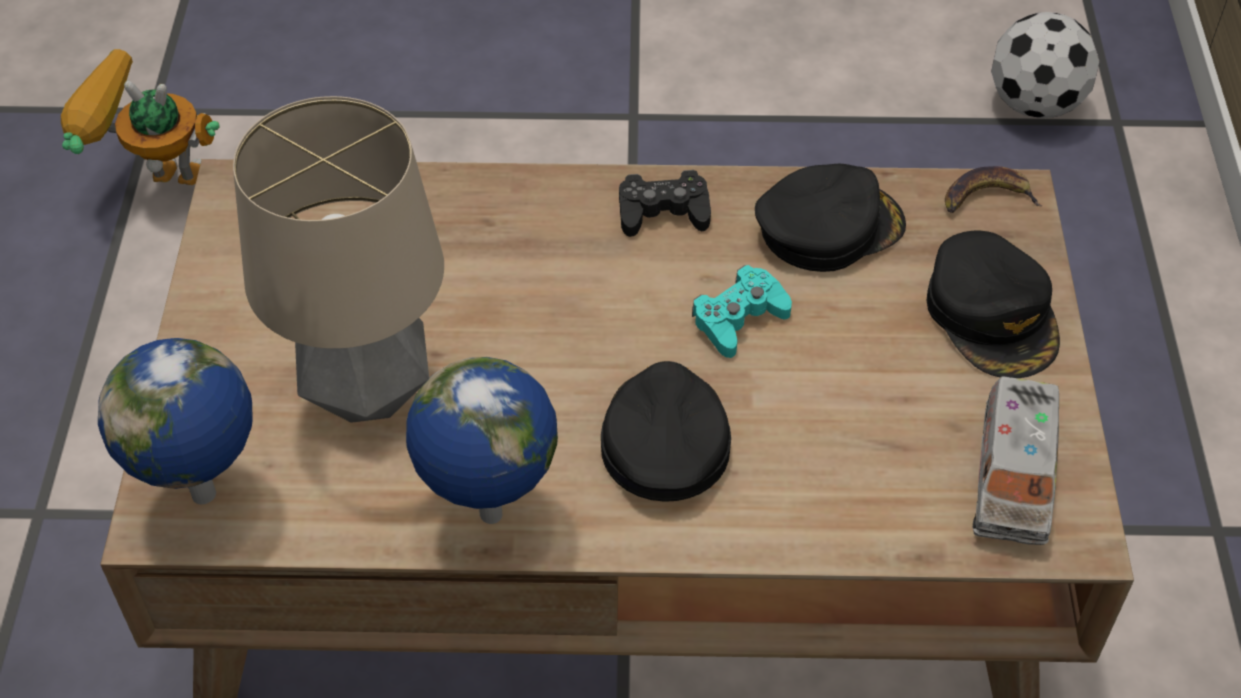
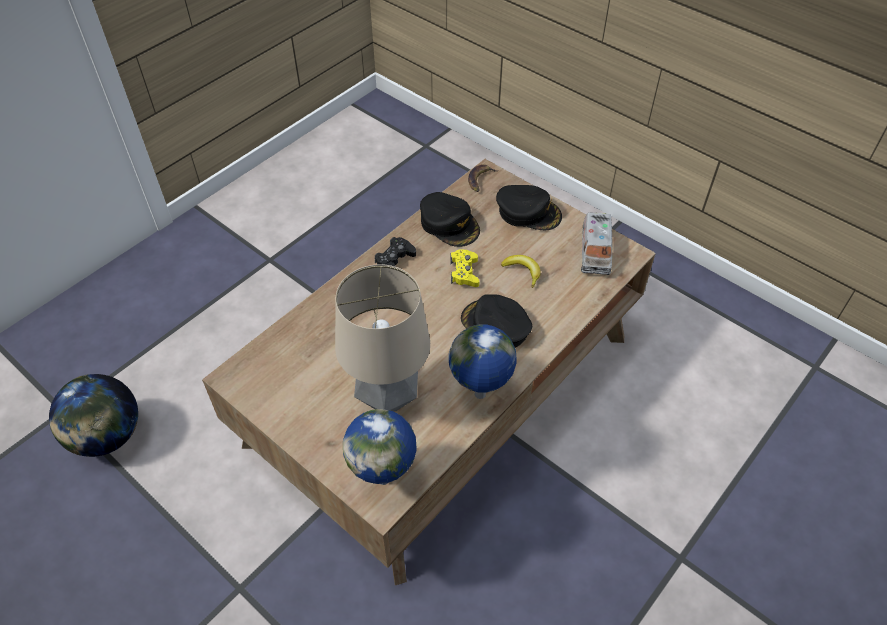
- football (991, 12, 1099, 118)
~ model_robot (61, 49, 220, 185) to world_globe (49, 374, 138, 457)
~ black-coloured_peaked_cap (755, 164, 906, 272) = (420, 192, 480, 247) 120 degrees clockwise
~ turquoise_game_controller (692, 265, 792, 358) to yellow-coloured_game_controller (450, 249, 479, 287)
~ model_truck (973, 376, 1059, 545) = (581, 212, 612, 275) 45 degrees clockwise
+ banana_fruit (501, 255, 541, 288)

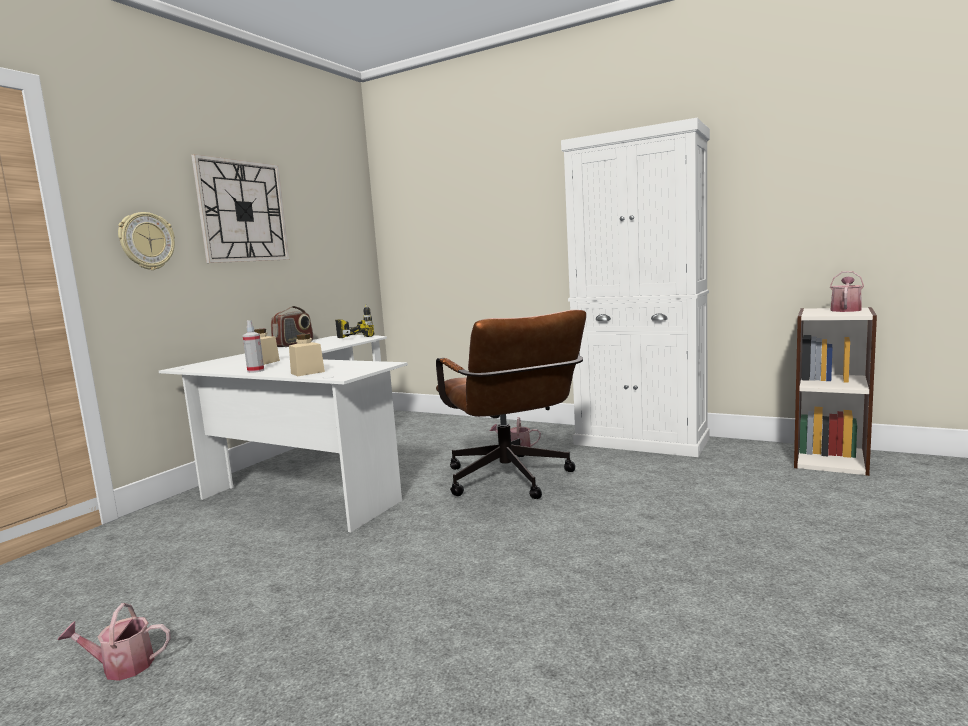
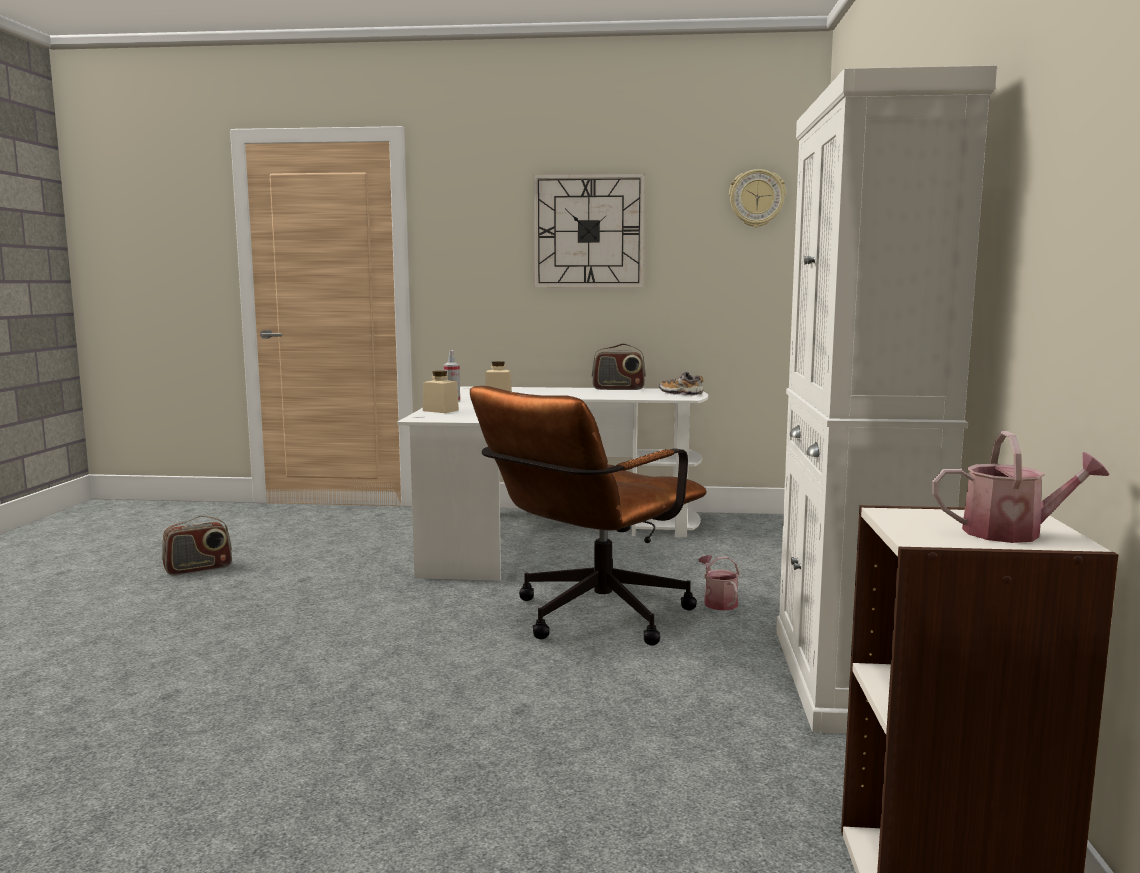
~ wall_clock (118, 212, 175, 270) to (729, 169, 786, 227)
~ electric_drill (335, 304, 374, 338) to low_shoe (659, 371, 704, 396)
~ sprinkling_can (58, 603, 171, 681) to radio (162, 516, 232, 575)

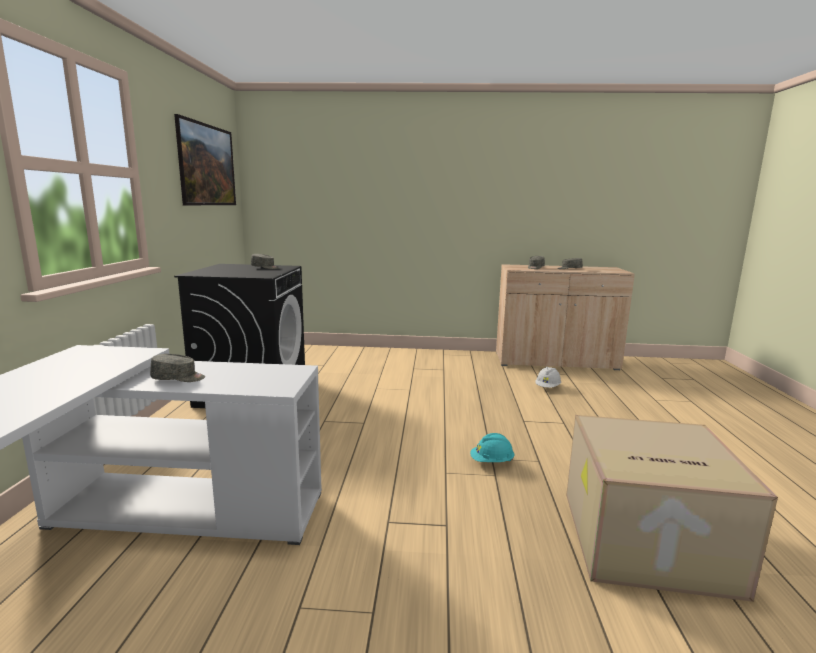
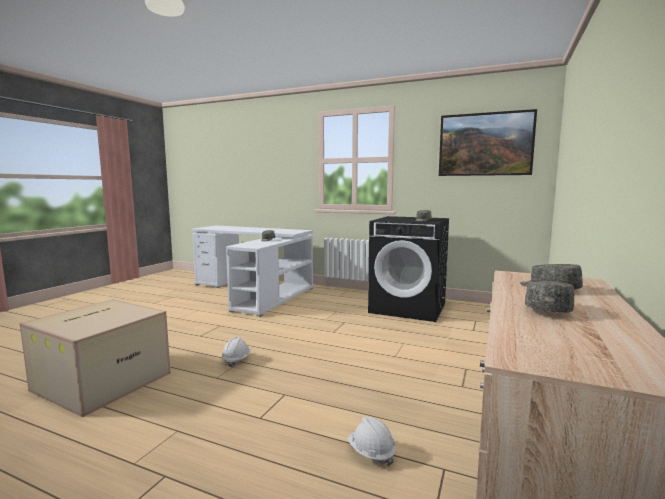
~ turquoise_hard_hat (470, 433, 515, 462) to white-coloured_hard_hat (222, 337, 251, 367)

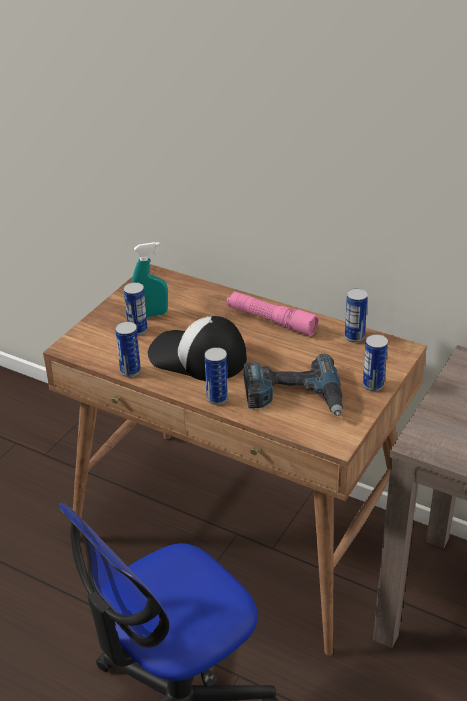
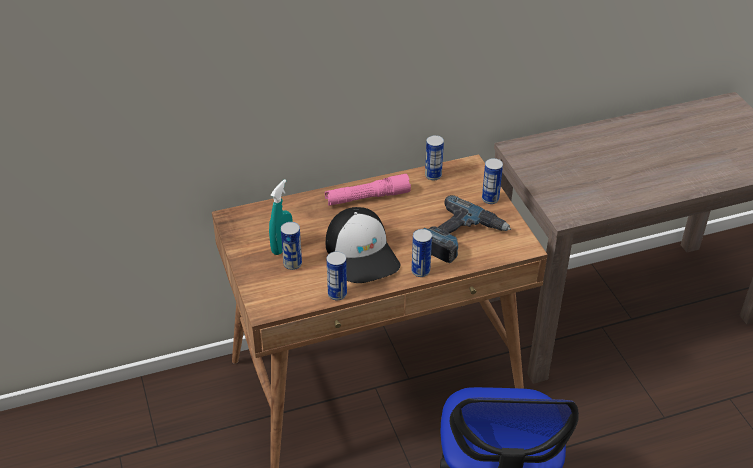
~ peaked_cap (148, 316, 247, 381) = (326, 207, 401, 283) 90 degrees counterclockwise

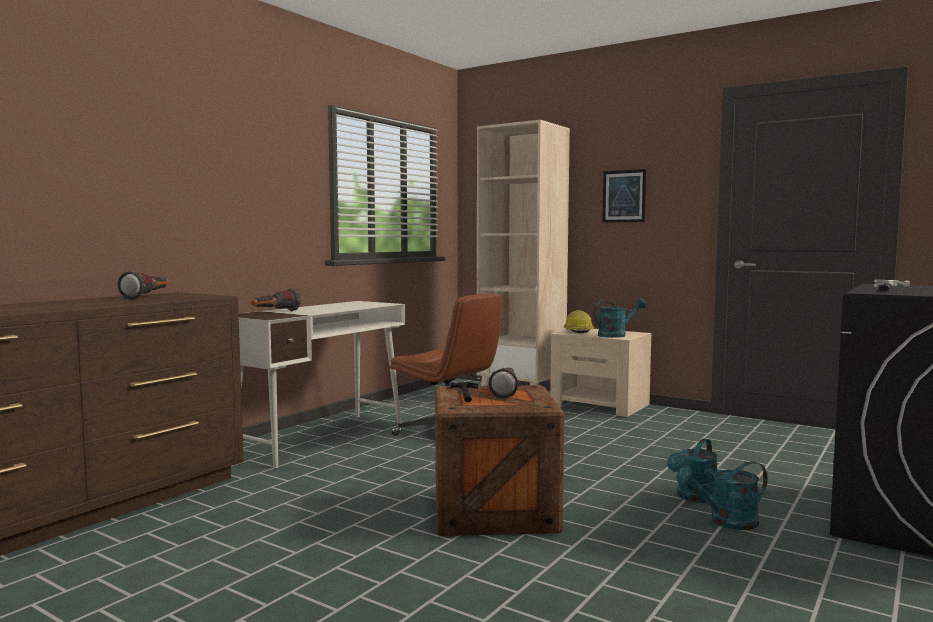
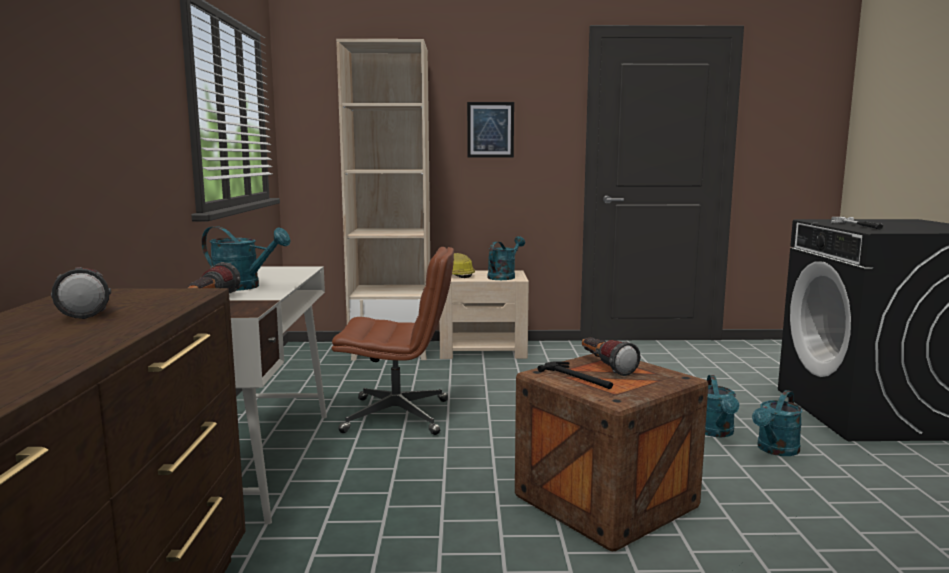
+ turquoise_sprinkling_can (202, 226, 291, 291)

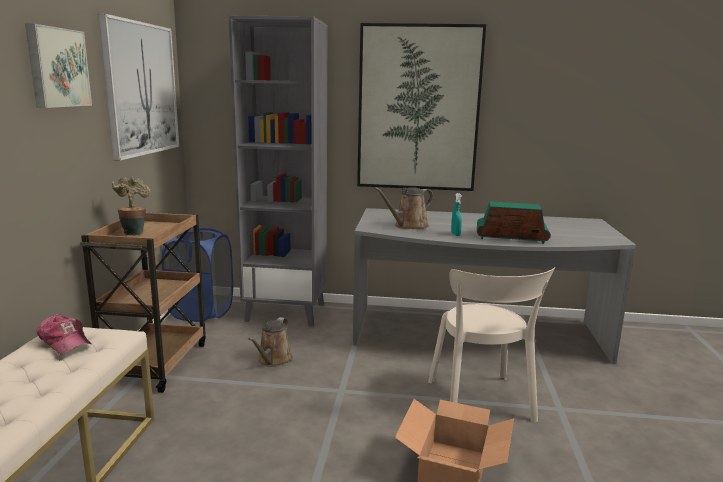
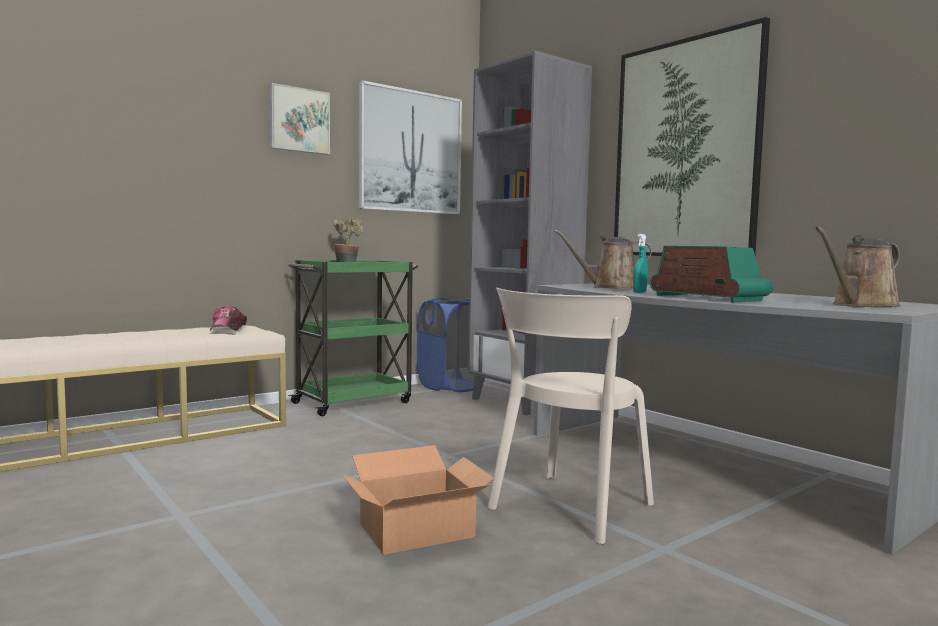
~ brown-coloured_wheeled_cart (80, 213, 206, 393) to green-coloured_wheeled_cart (288, 260, 418, 416)
~ brown-coloured_sprinkling_can (248, 317, 293, 367) to (815, 227, 901, 307)

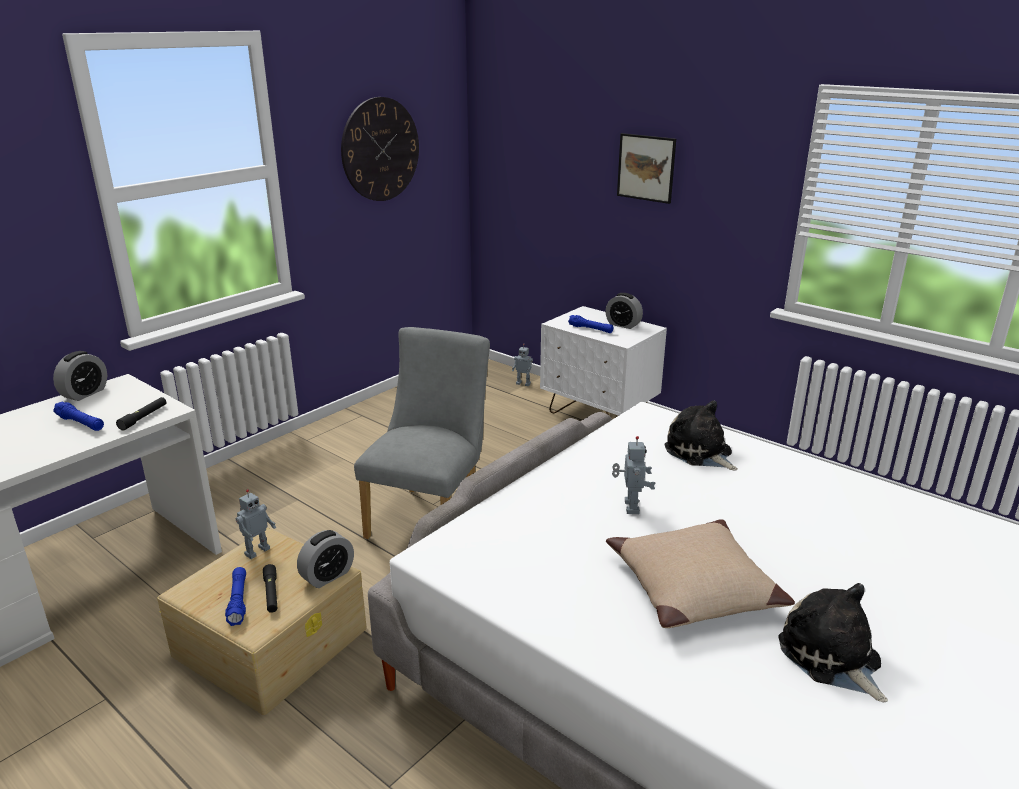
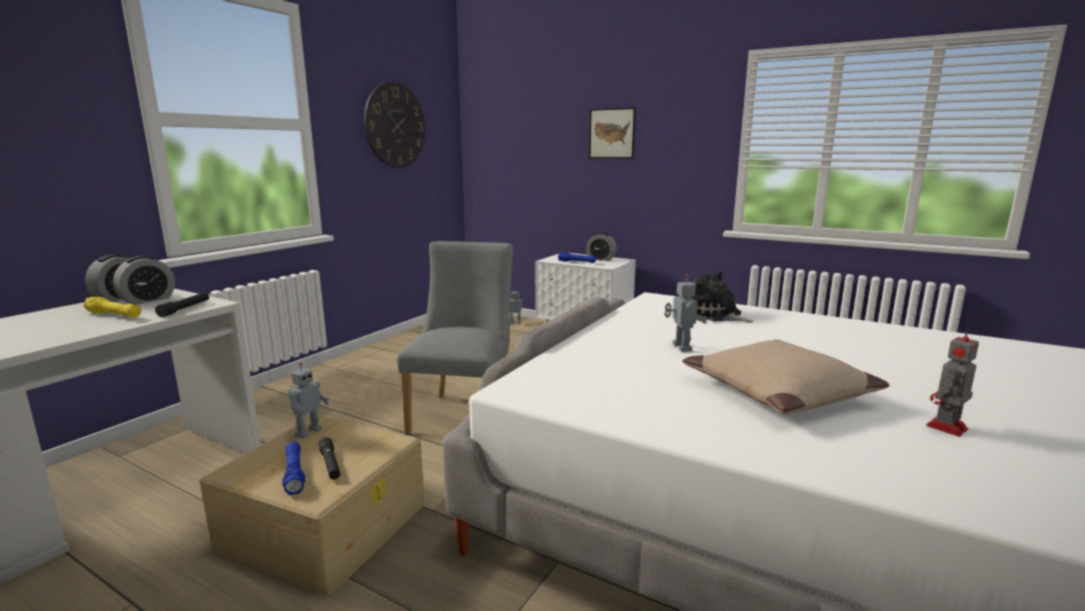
~ blue_torch (53, 402, 104, 431) to yellow-coloured_torch (83, 296, 141, 318)
~ table_clock (297, 530, 354, 588) to (113, 256, 175, 305)
~ cuddly_toy (778, 583, 888, 702) to model_robot (926, 327, 979, 437)

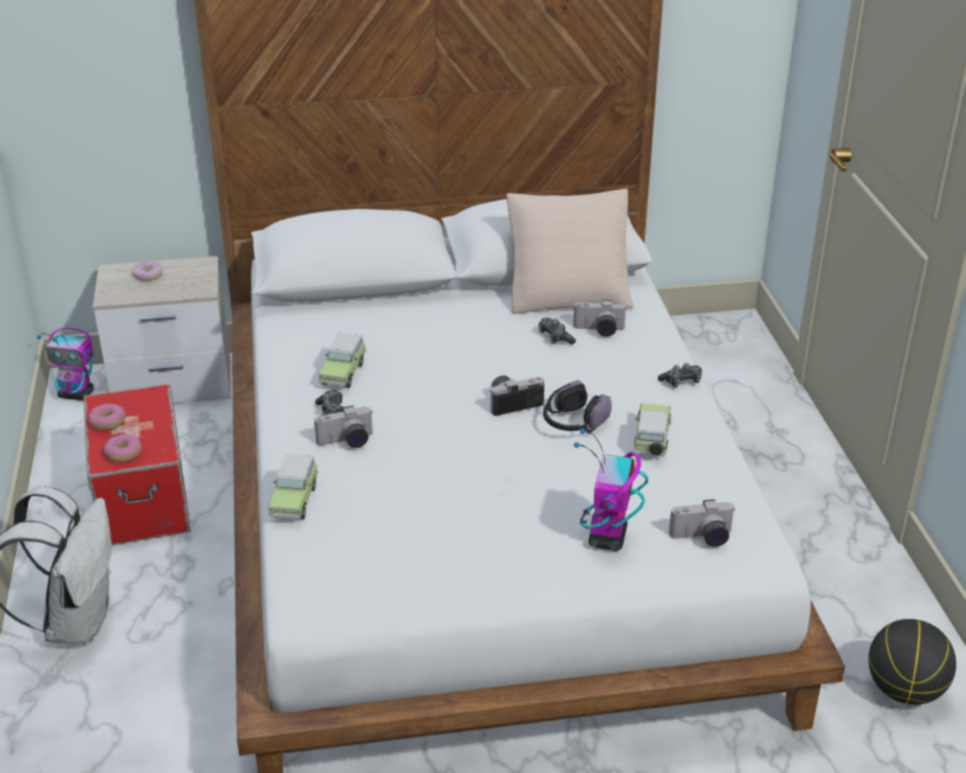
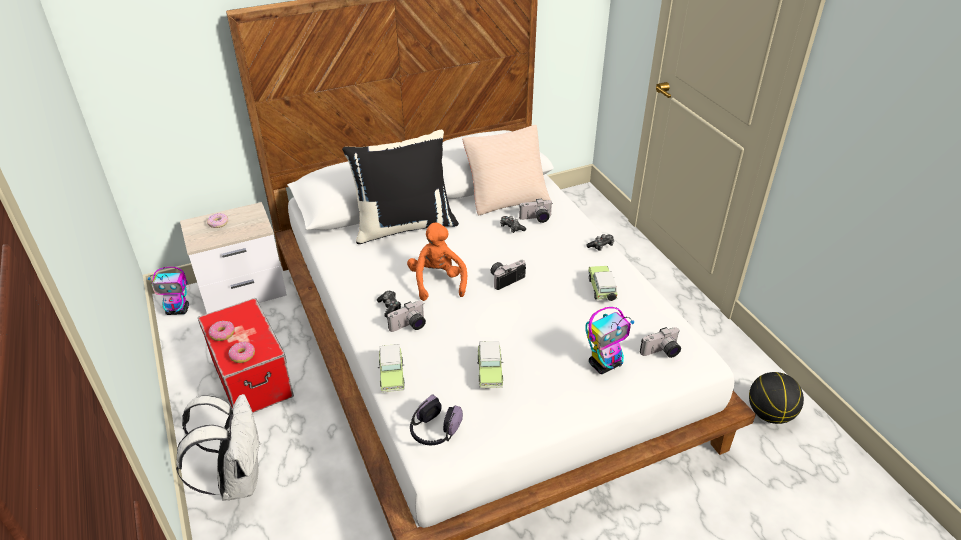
~ miniature_car (318, 333, 366, 388) to (477, 341, 504, 388)
~ headset (543, 380, 612, 433) to (410, 395, 463, 445)
~ model_robot (574, 428, 648, 551) = (585, 307, 634, 374) 120 degrees counterclockwise
+ black-coloured_pillow (342, 130, 459, 244)
+ orangey_cuddly_toy (407, 222, 467, 301)

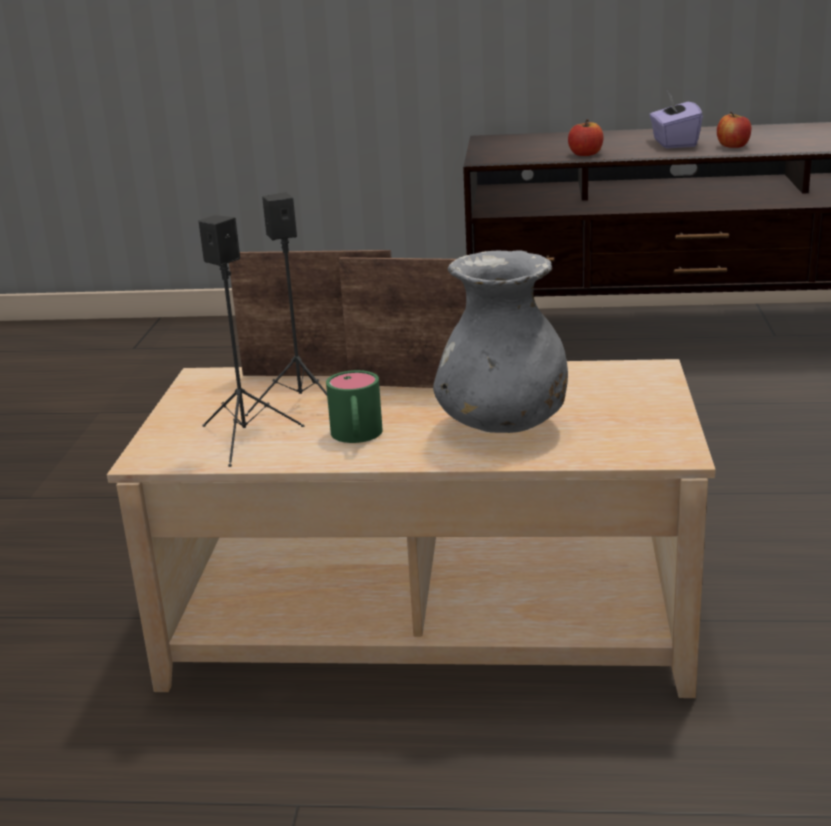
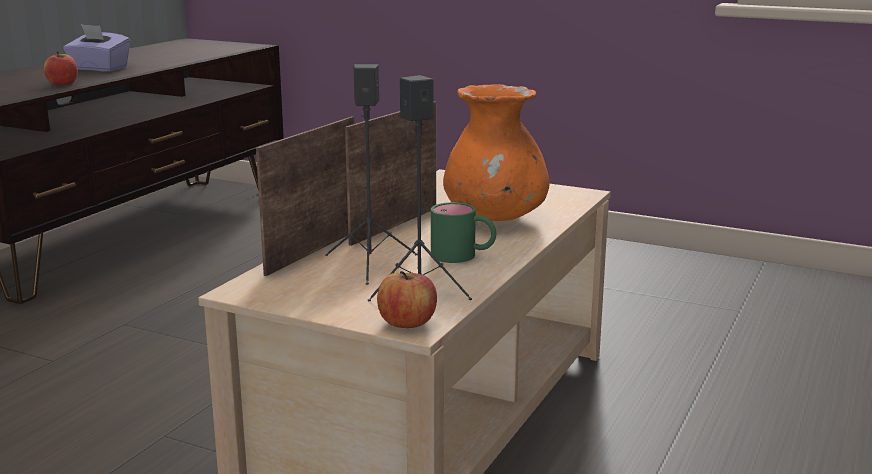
~ apple_fruit (717, 112, 751, 148) to (377, 271, 437, 328)
~ greyish_flower_vase (433, 250, 568, 433) to orangey_flower_vase (443, 84, 550, 221)

